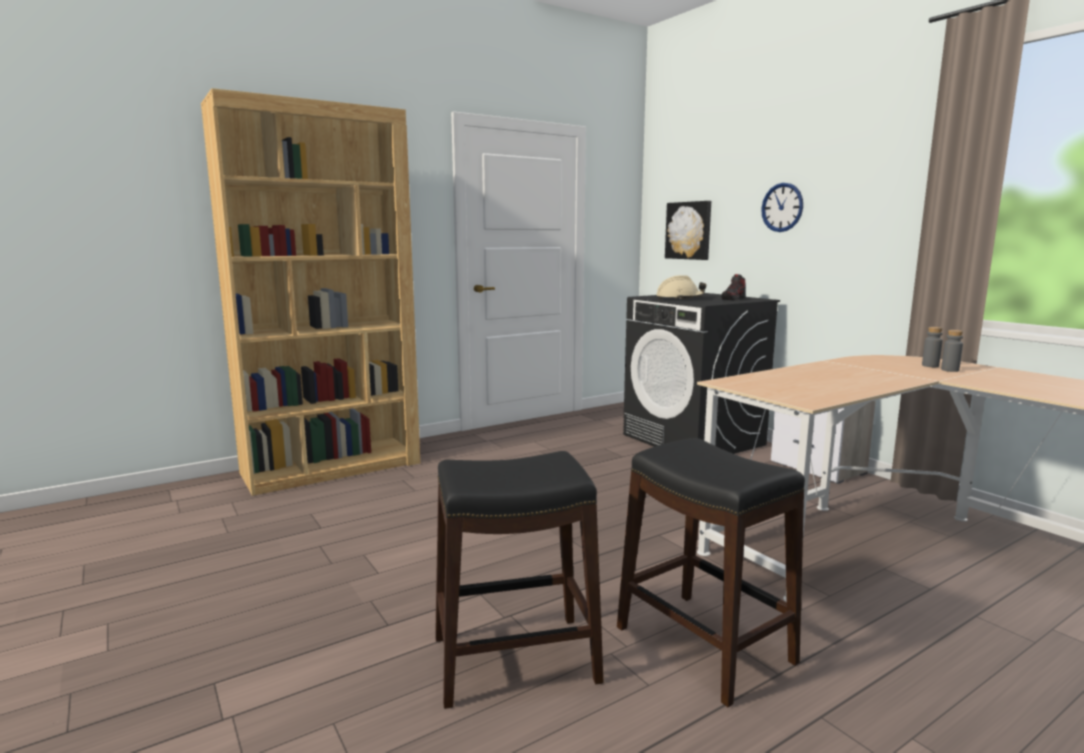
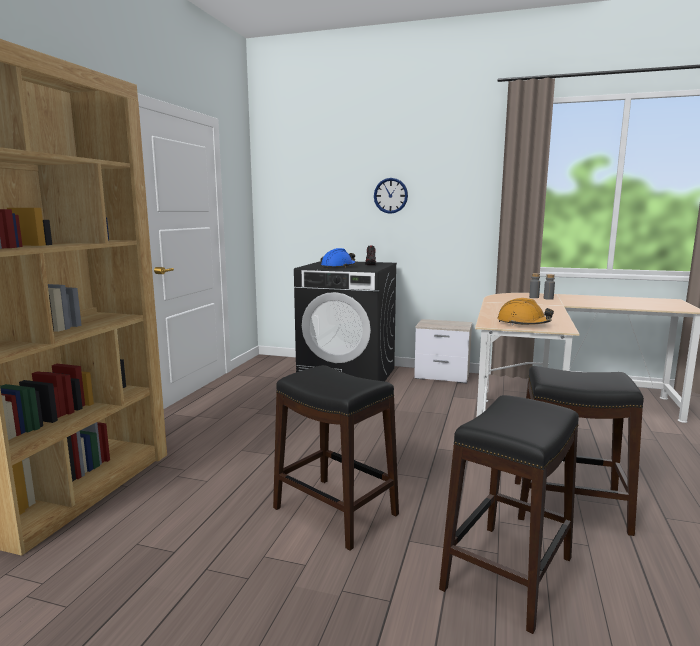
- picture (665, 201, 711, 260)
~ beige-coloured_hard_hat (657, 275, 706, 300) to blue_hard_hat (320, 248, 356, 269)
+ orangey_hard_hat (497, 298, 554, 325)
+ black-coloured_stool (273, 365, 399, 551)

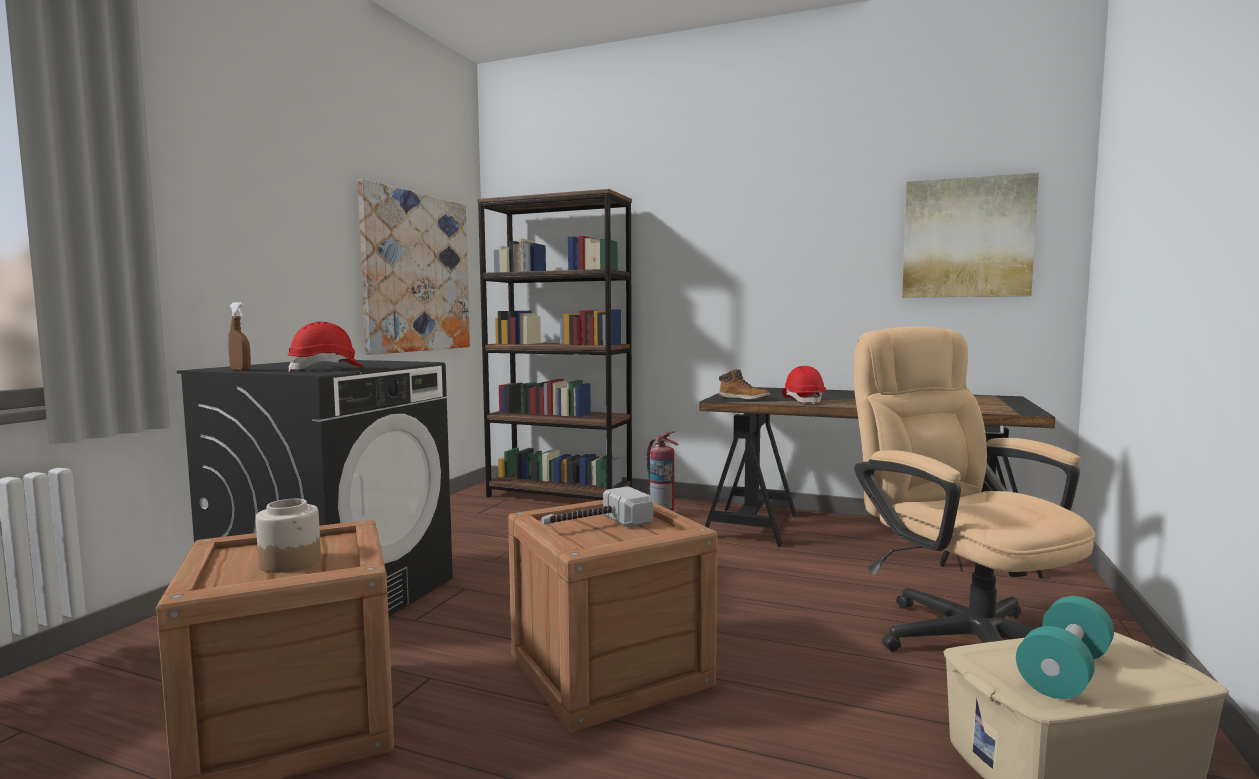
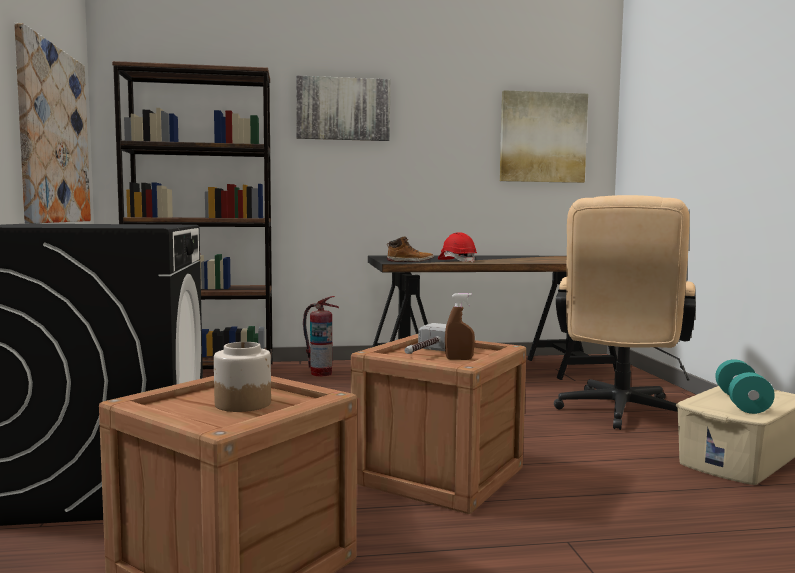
~ brown-coloured_hand_sprayer (228, 302, 251, 371) to (445, 293, 475, 360)
- red_hard_hat (287, 321, 364, 372)
~ beige-coloured_desk_chair (854, 327, 1096, 652) = (554, 195, 696, 430) 105 degrees counterclockwise
+ picture (296, 75, 390, 141)

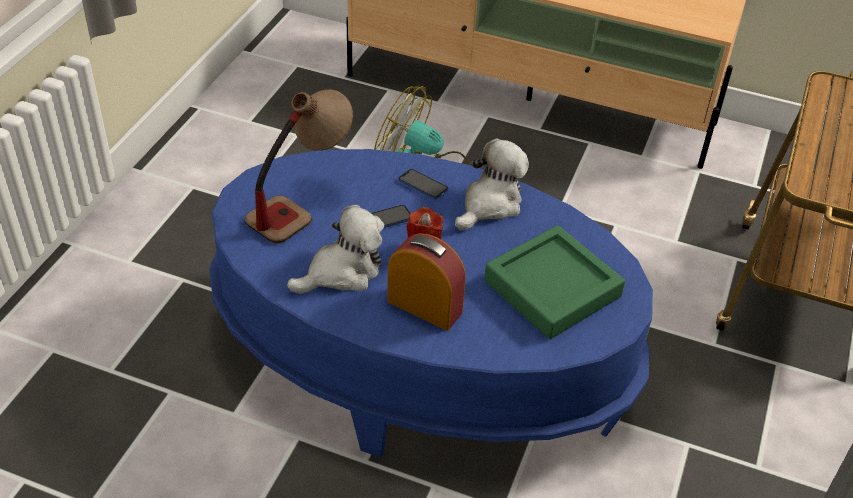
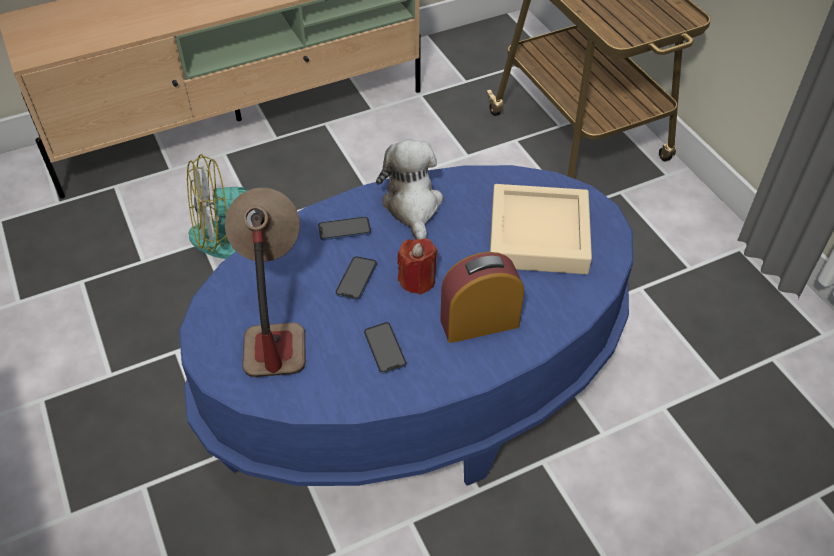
~ cuddly_toy (287, 205, 384, 294) to telephone (364, 322, 407, 374)
~ green-coloured_tray (484, 225, 625, 339) to beige-coloured_tray (490, 184, 592, 274)

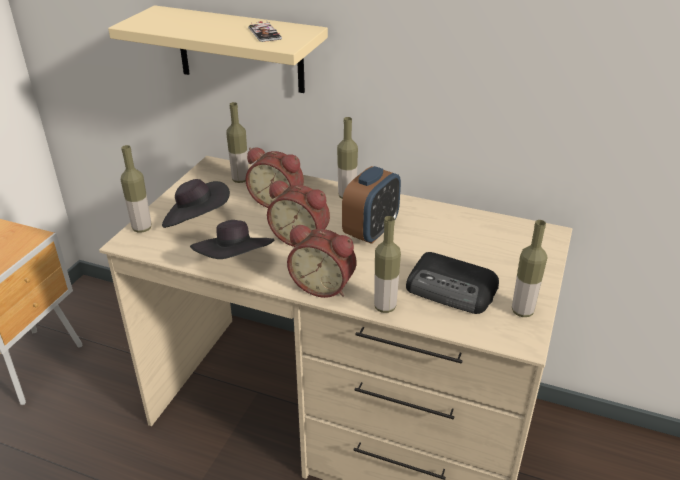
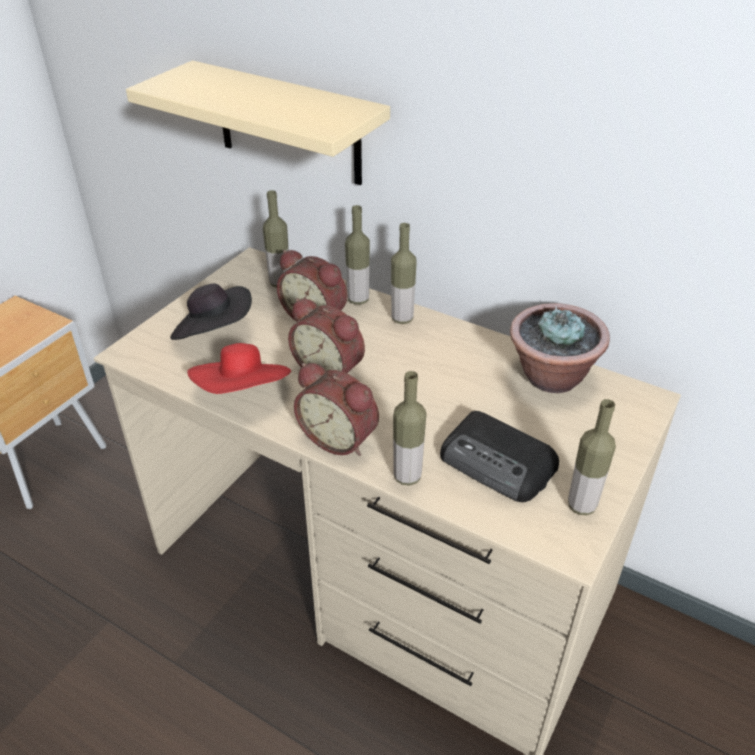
- telephone (248, 21, 282, 42)
~ beverage_bottle (121, 145, 151, 233) to (345, 205, 370, 304)
- table_clock (342, 166, 401, 244)
~ black-coloured_clothing_hat (190, 220, 274, 259) to red_clothing_hat (187, 343, 291, 394)
+ potted_plant (510, 303, 610, 393)

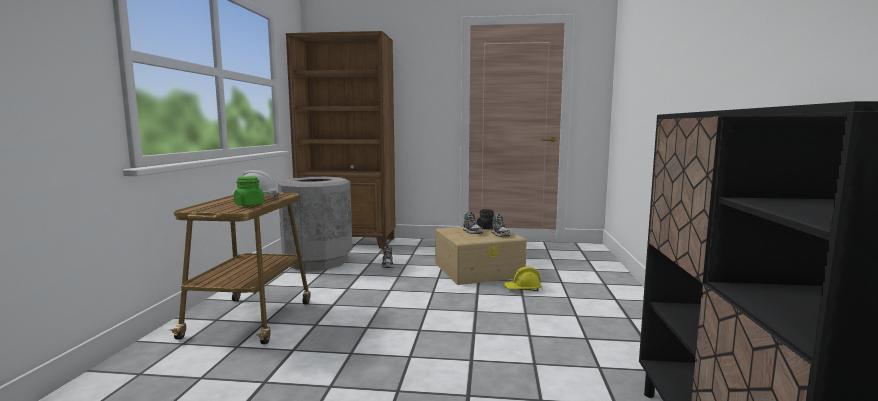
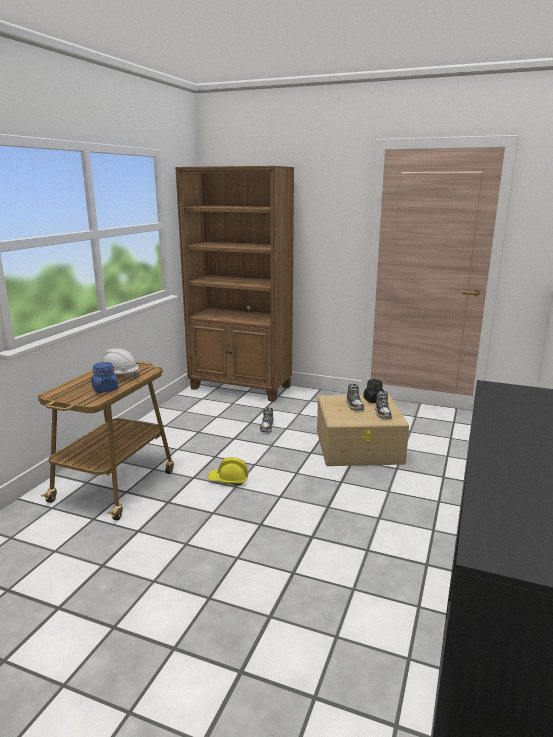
~ green-coloured_storage_jar (234, 177, 264, 206) to blue_storage_jar (91, 362, 119, 393)
- greyish_rubbish_bin (278, 177, 352, 271)
~ yellow-coloured_hard_hat (503, 267, 542, 291) to (208, 457, 248, 486)

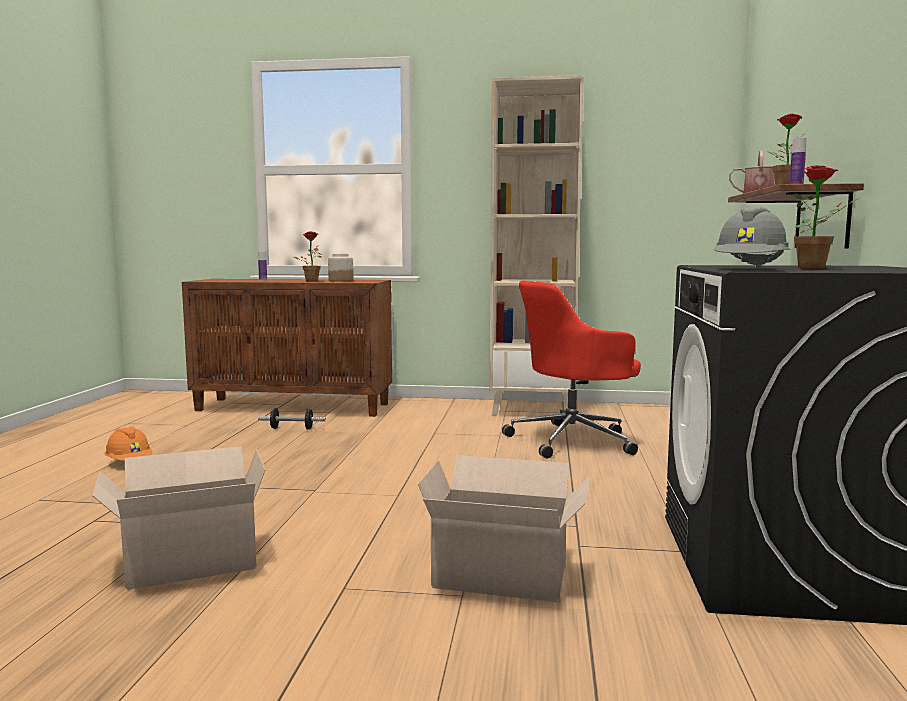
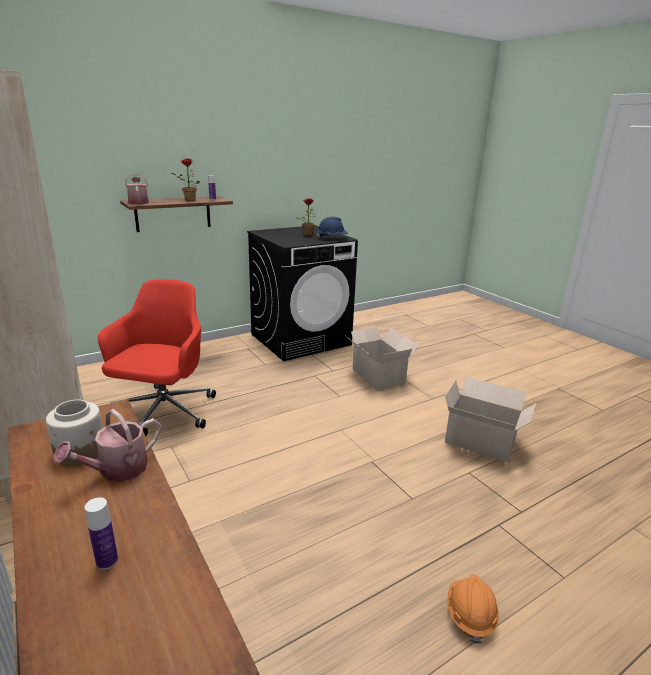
~ greyish_hard_hat (713, 207, 790, 268) to blue_hard_hat (317, 217, 348, 238)
~ potted_plant (294, 231, 322, 282) to sprinkling_can (53, 409, 161, 482)
~ red_desk_chair (502, 281, 641, 458) = (97, 279, 216, 436) 105 degrees counterclockwise
- free_weight (258, 408, 326, 429)

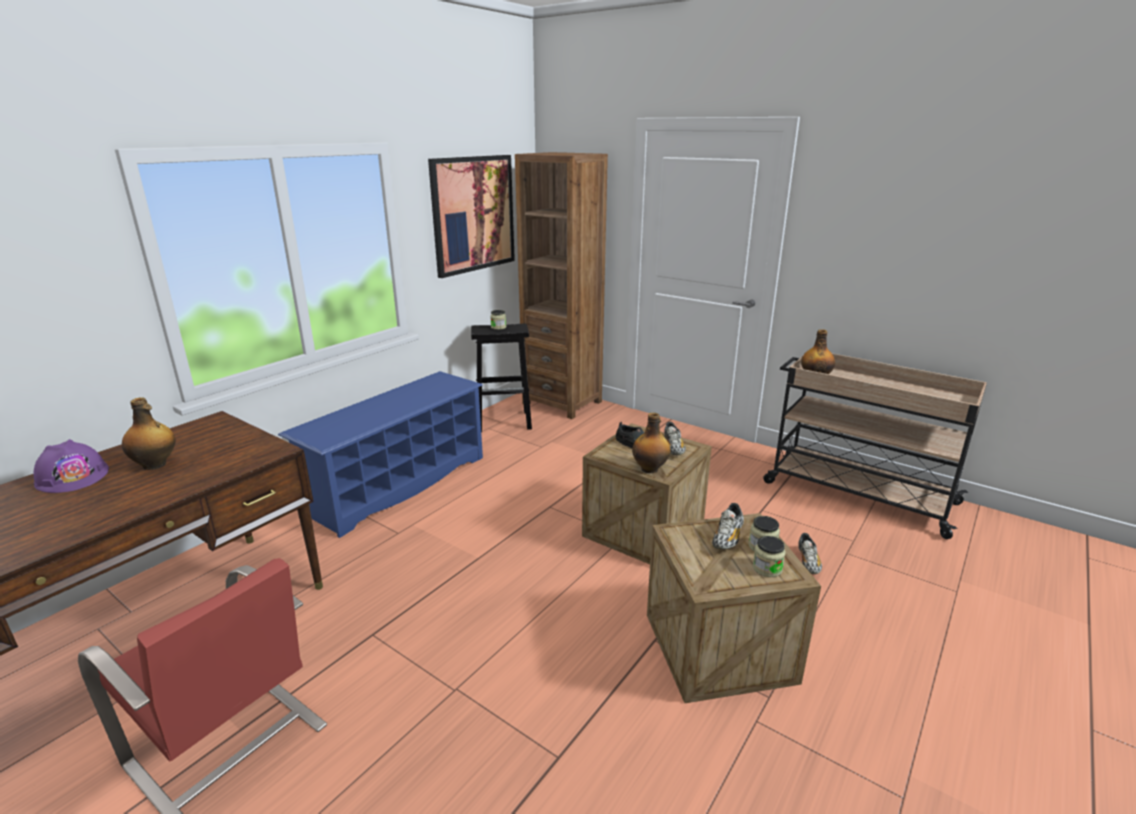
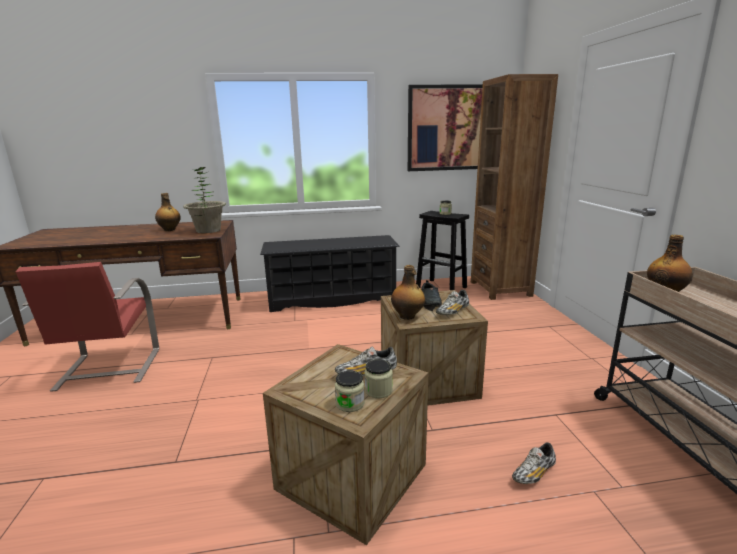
~ blue_shoe_rack (278, 371, 483, 538) to black-coloured_shoe_rack (260, 235, 400, 312)
- purplish_hard_hat (34, 439, 109, 493)
+ potted_plant (183, 167, 226, 233)

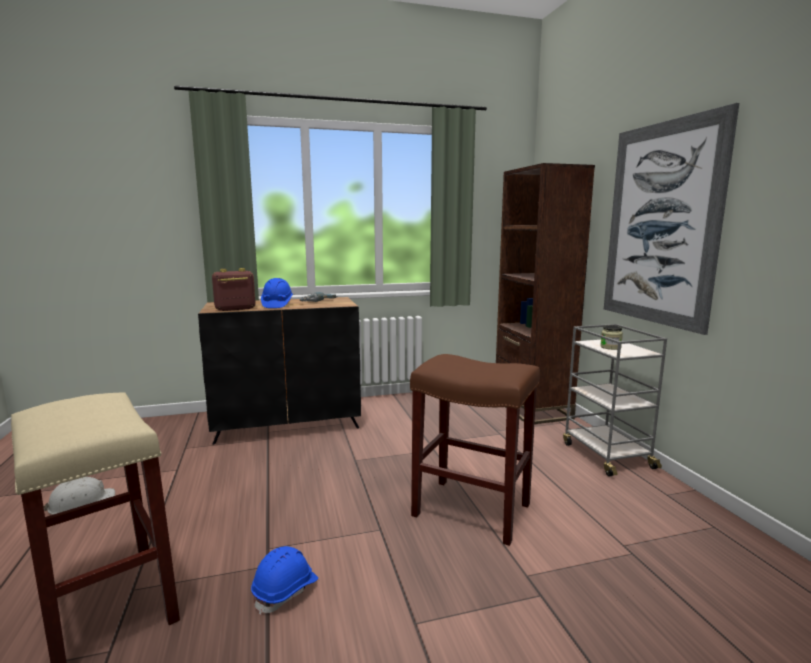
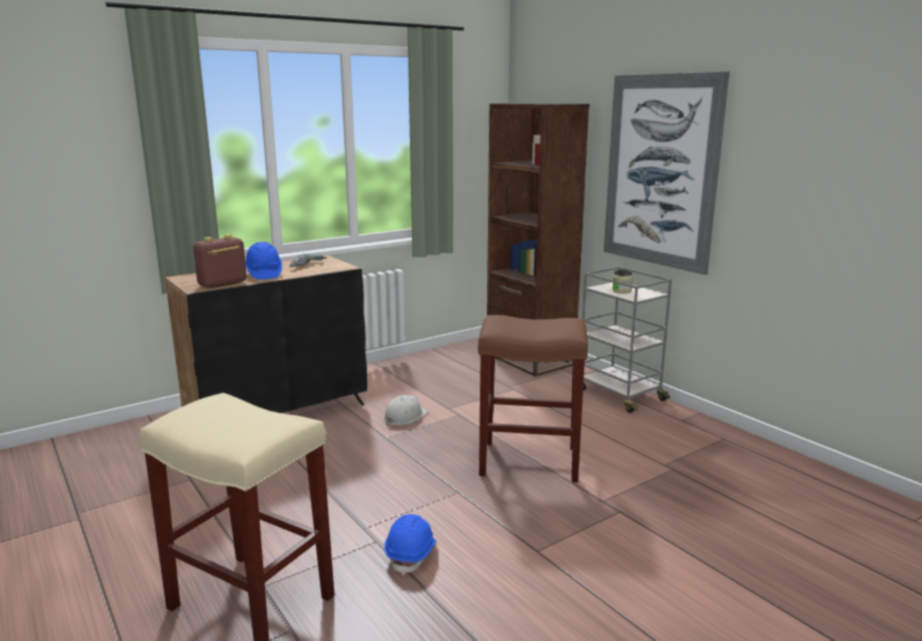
~ white-coloured_hard_hat (43, 477, 115, 515) to (384, 395, 428, 425)

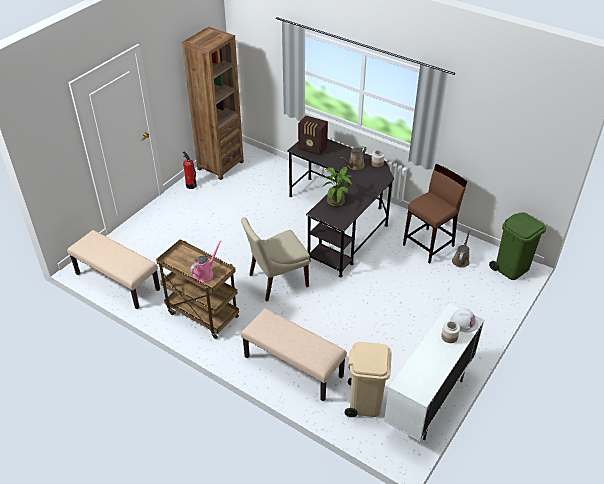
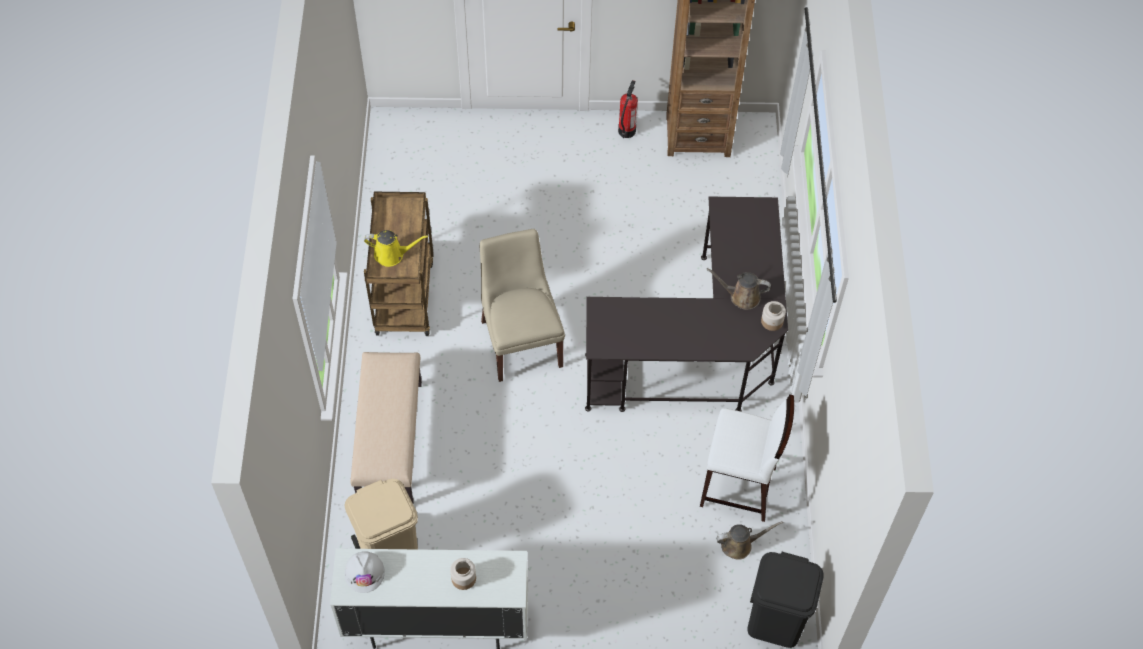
- radio (298, 115, 328, 156)
~ brown-coloured_stool (403, 164, 467, 264) to white-coloured_stool (700, 394, 794, 522)
- potted_plant (322, 167, 352, 206)
~ green-coloured_rubbish_bin (489, 212, 546, 280) to black-coloured_rubbish_bin (747, 552, 824, 648)
~ beige-coloured_chair (241, 217, 310, 302) = (480, 229, 565, 382) 45 degrees clockwise
- beige-coloured_indoor_bench (67, 230, 160, 309)
~ pink_sprinkling_can (190, 241, 222, 282) to yellow-coloured_sprinkling_can (364, 230, 428, 267)
~ white-coloured_hard_hat (450, 308, 478, 333) to (344, 551, 385, 593)

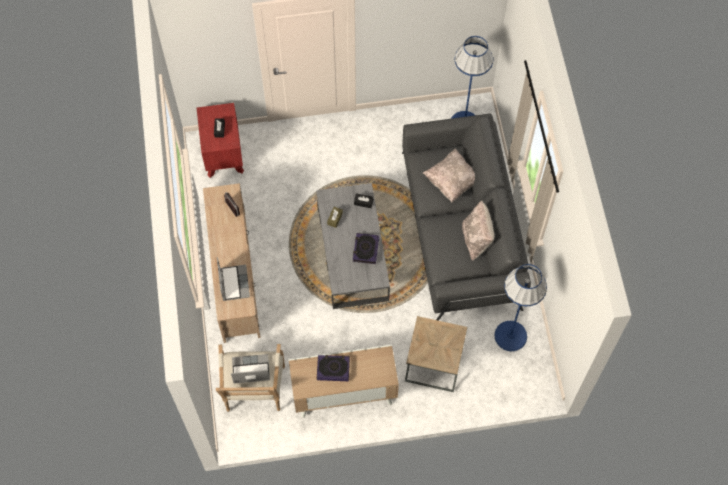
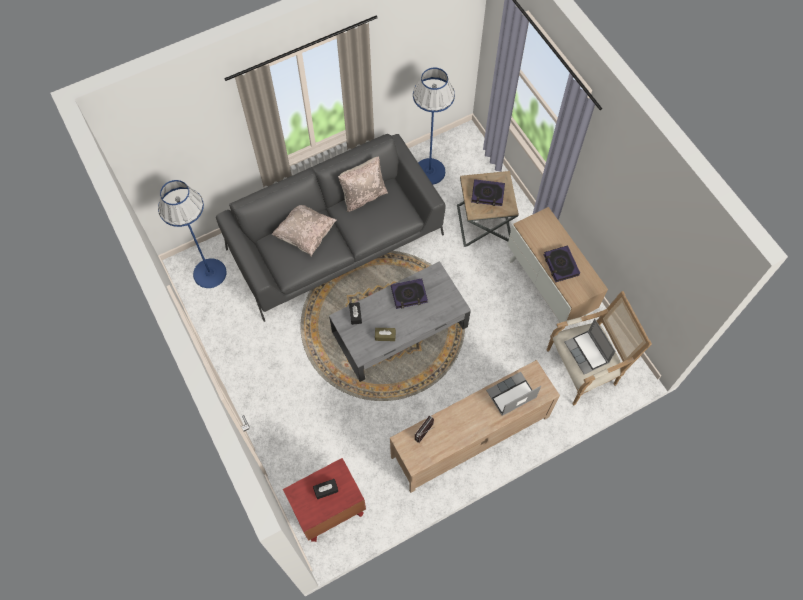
+ volume (471, 179, 505, 206)

